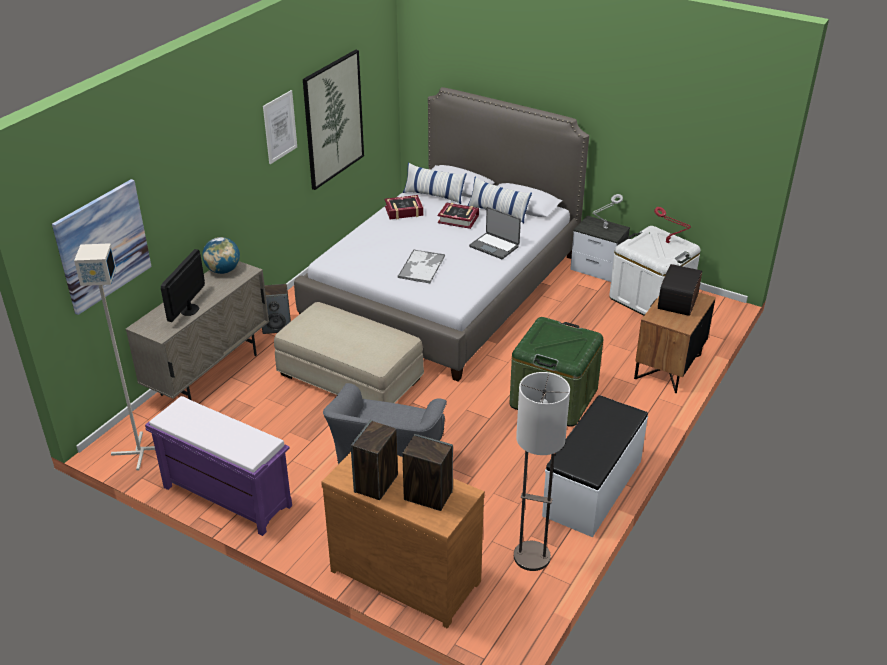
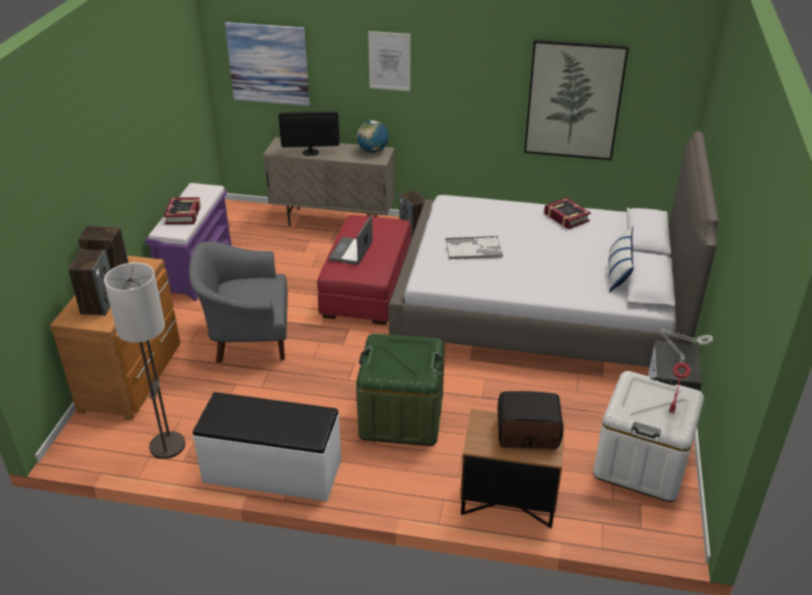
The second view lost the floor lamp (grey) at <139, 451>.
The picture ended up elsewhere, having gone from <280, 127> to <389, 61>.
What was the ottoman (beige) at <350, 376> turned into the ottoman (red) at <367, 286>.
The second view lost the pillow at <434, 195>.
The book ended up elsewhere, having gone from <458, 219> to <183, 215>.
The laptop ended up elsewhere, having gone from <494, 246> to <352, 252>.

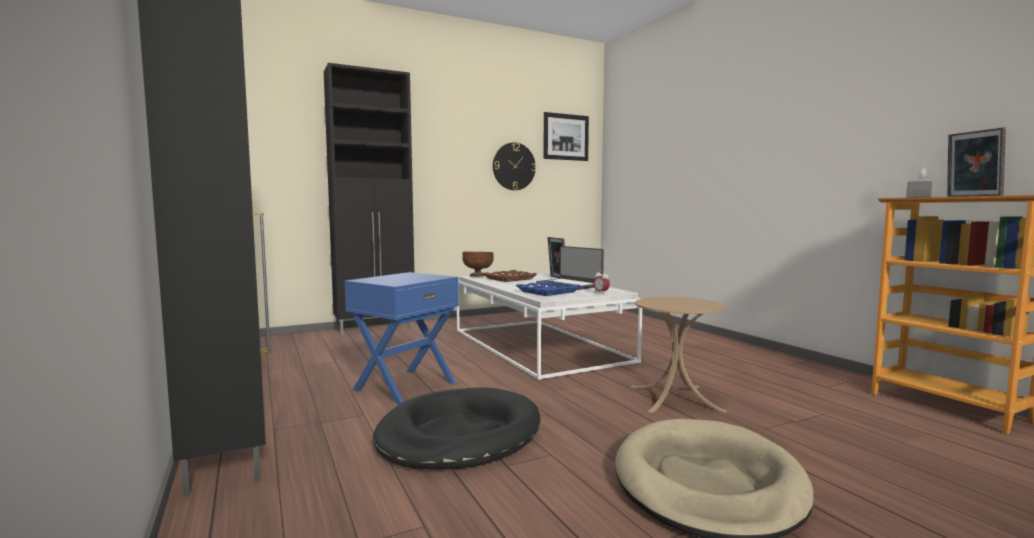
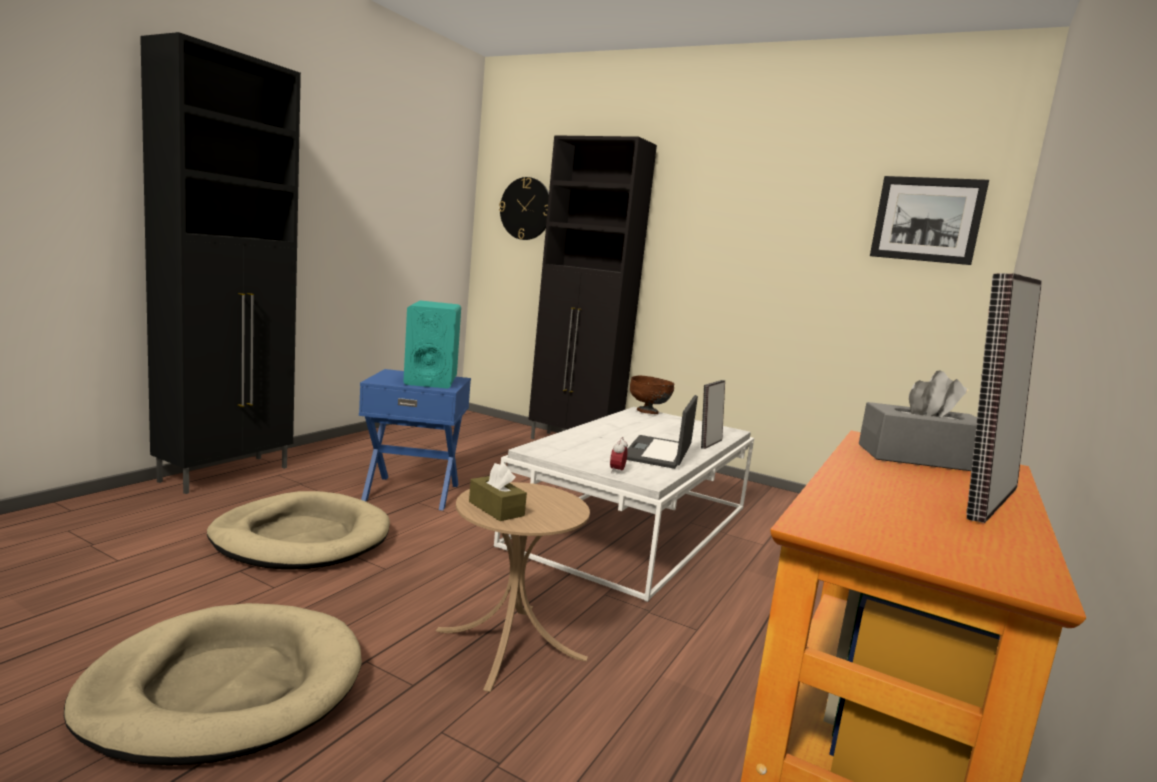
What was the dog bed (black) at <459, 435> turned into the dog bed (beige) at <302, 538>.
The second view lost the tray (brown) at <510, 279>.
The wall clock ended up elsewhere, having gone from <514, 166> to <526, 208>.
The second view lost the tray (blue) at <548, 292>.
The second view gained the speaker (turquoise) at <431, 380>.
The second view gained the tissue box (brown) at <496, 509>.

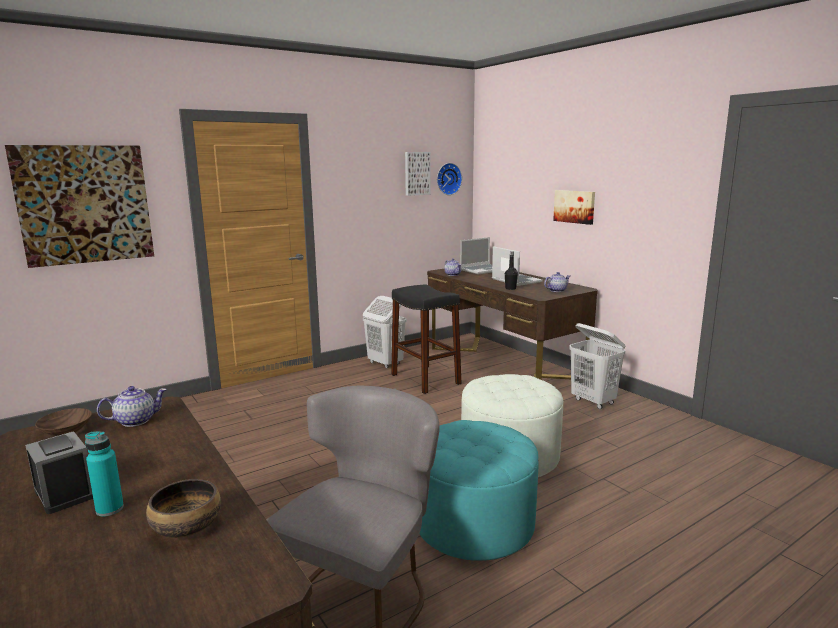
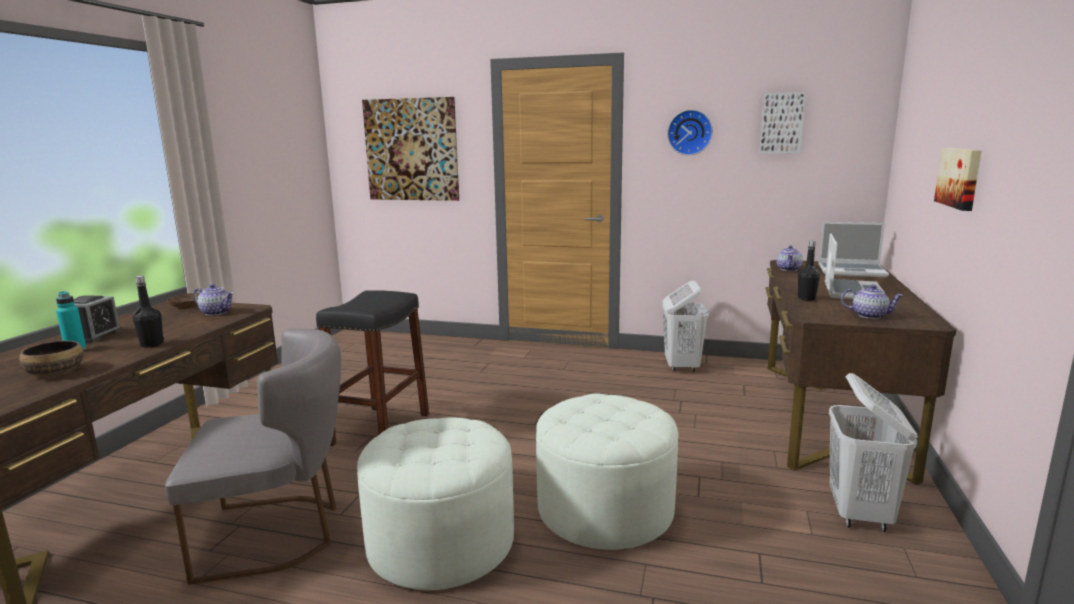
The stool (black) ended up elsewhere, having gone from <425, 379> to <380, 429>.
What was the ottoman (turquoise) at <474, 523> turned into the ottoman (white) at <441, 543>.
The wall clock ended up elsewhere, having gone from <448, 179> to <689, 132>.
The second view gained the bottle (black) at <152, 344>.

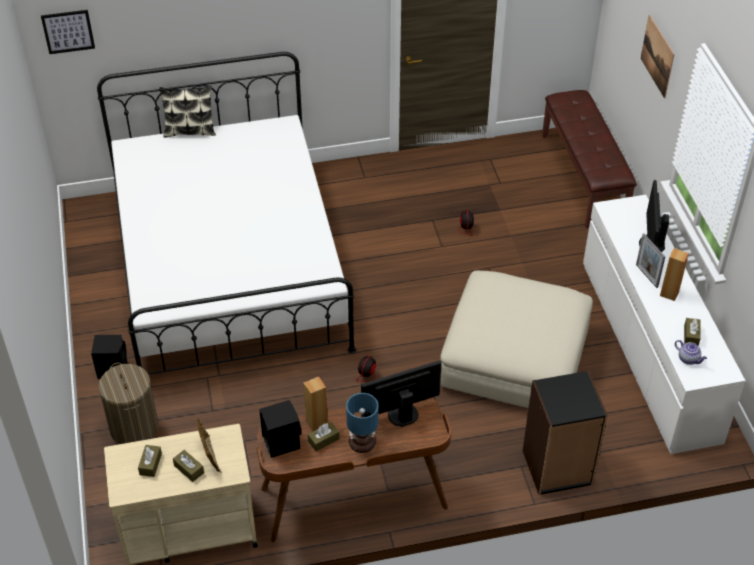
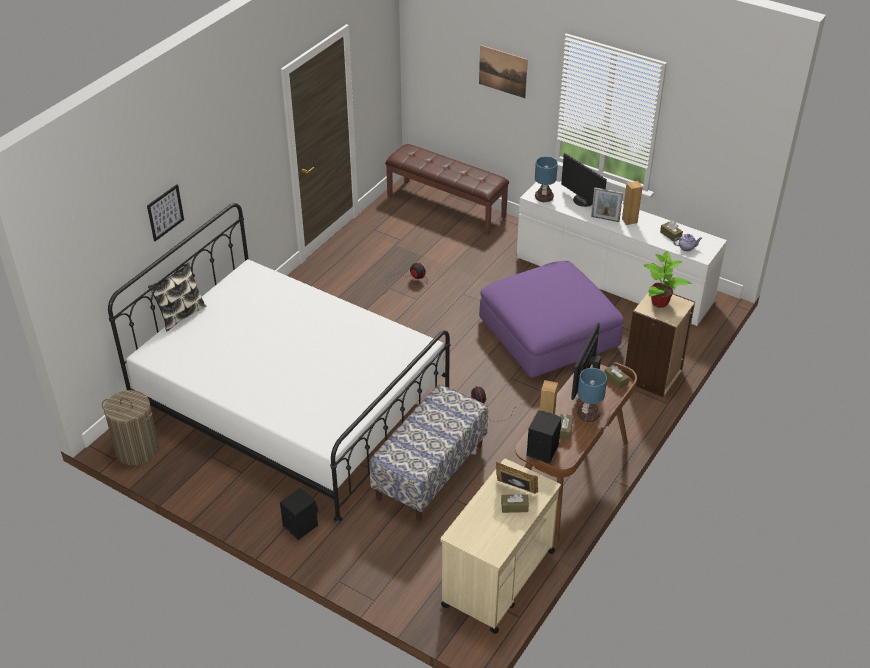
The picture ended up elsewhere, having gone from <68, 31> to <165, 212>.
The laundry basket ended up elsewhere, having gone from <134, 427> to <137, 450>.
The tissue box (brown) ended up elsewhere, having gone from <150, 464> to <616, 380>.
What was the ottoman (beige) at <514, 358> turned into the ottoman (purple) at <549, 334>.
What was the bookcase (black) at <557, 468> turned into the bookcase (beige) at <653, 376>.
The second view gained the bench at <430, 471>.
The second view gained the table lamp at <544, 198>.
The second view gained the potted plant at <660, 302>.

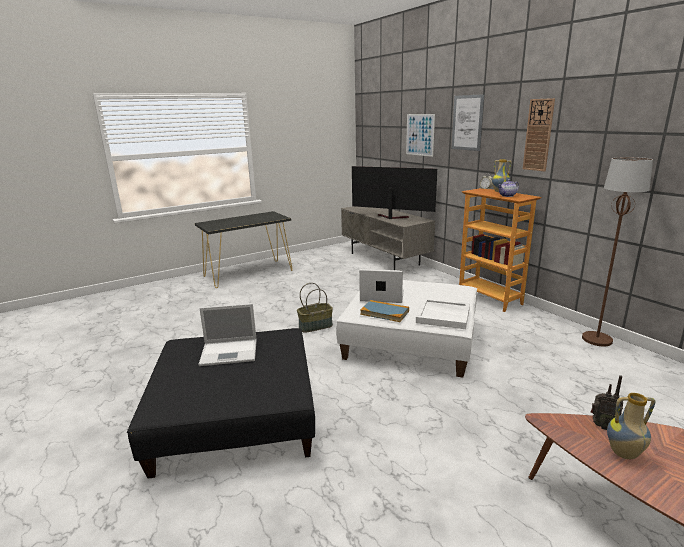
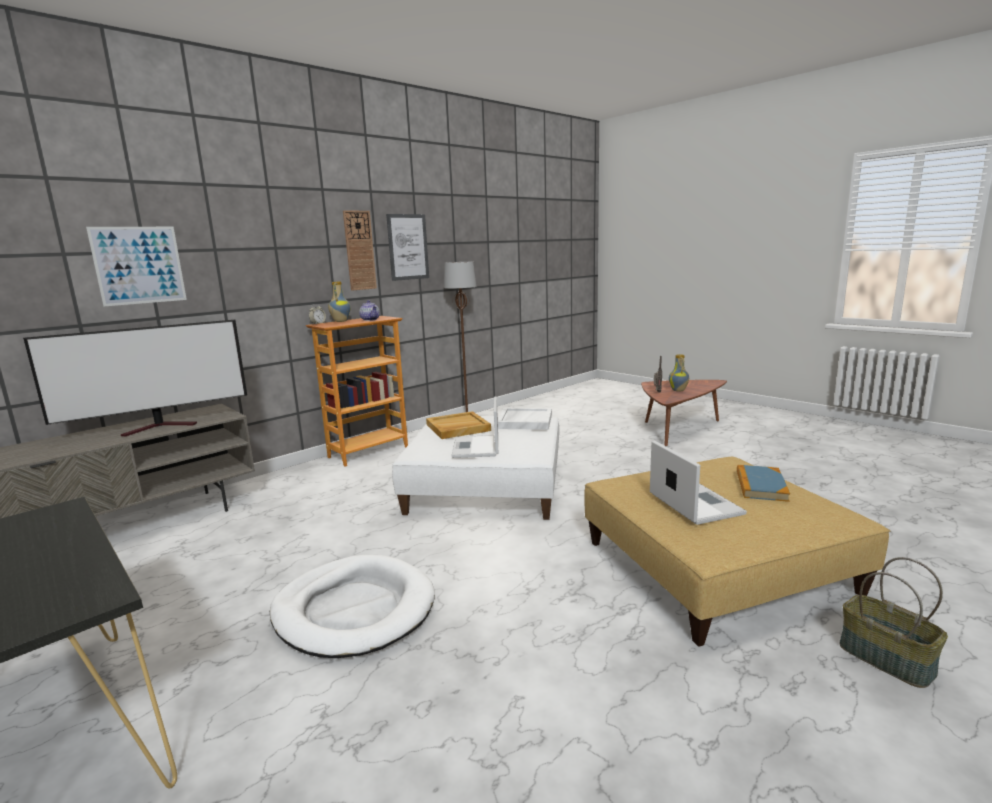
What was the ottoman (black) at <236, 415> turned into the ottoman (beige) at <715, 567>.
The basket ended up elsewhere, having gone from <315, 326> to <884, 659>.
The television at <390, 217> ended up facing another way, 135 degrees counterclockwise from before.
The book ended up elsewhere, having gone from <384, 313> to <761, 486>.
The picture ended up elsewhere, having gone from <467, 123> to <408, 247>.
The second view gained the dog bed (white) at <354, 610>.
The second view gained the tray (beige) at <457, 428>.

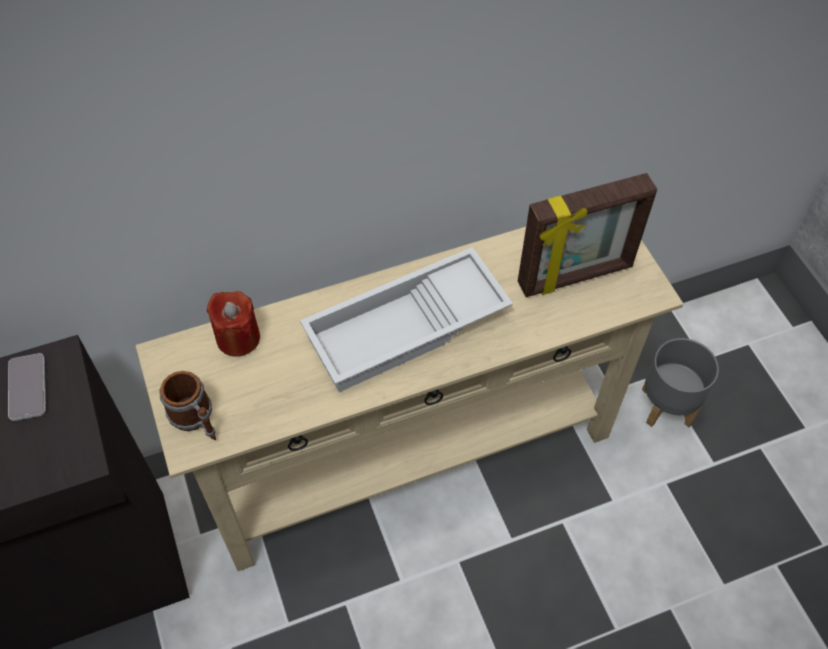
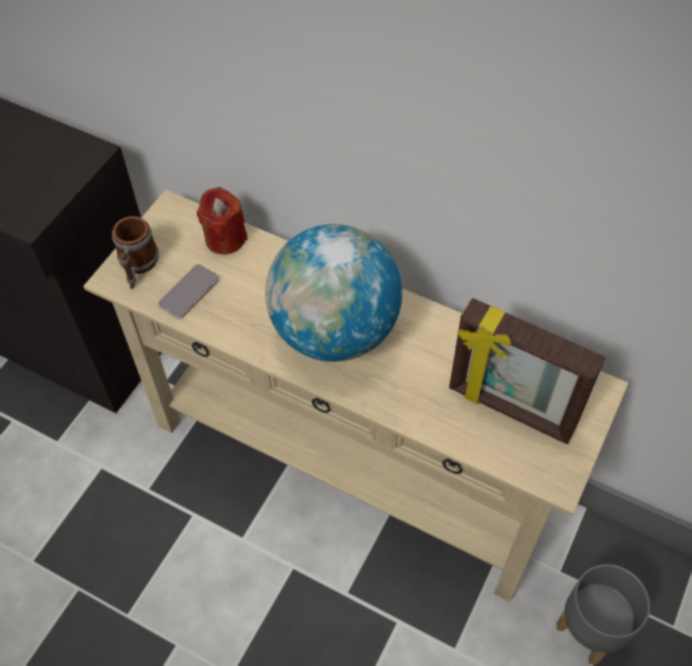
The phone ended up elsewhere, having gone from <27, 387> to <189, 292>.
Where the tray (white) stood at <406, 330>, the globe came to stand at <335, 331>.

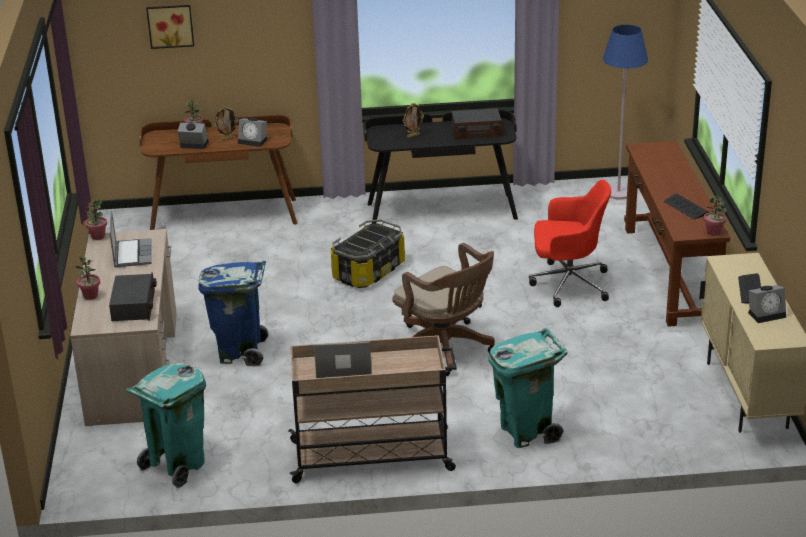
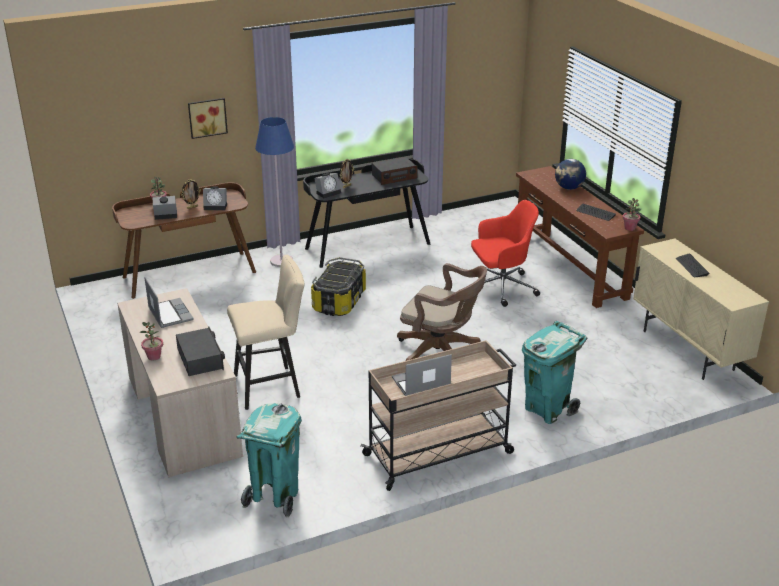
The second view lost the potted plant at <98, 236>.
The picture ended up elsewhere, having gone from <170, 25> to <207, 117>.
Where the trash can (blue) stood at <240, 352>, the stool (beige) came to stand at <272, 386>.
The floor lamp (blue) ended up elsewhere, having gone from <618, 193> to <281, 261>.
The alarm clock ended up elsewhere, having gone from <767, 314> to <328, 192>.
The second view gained the globe at <569, 188>.

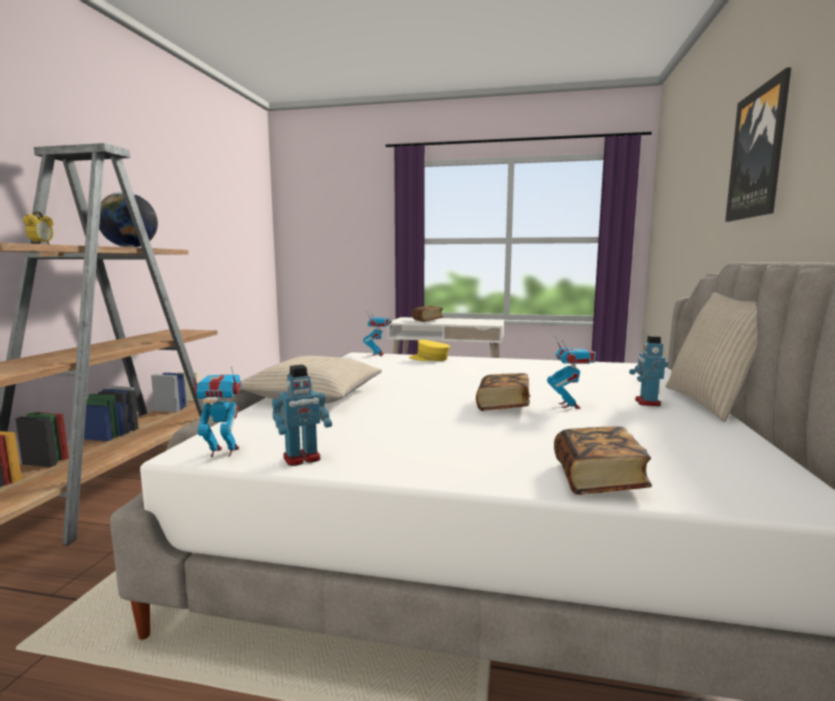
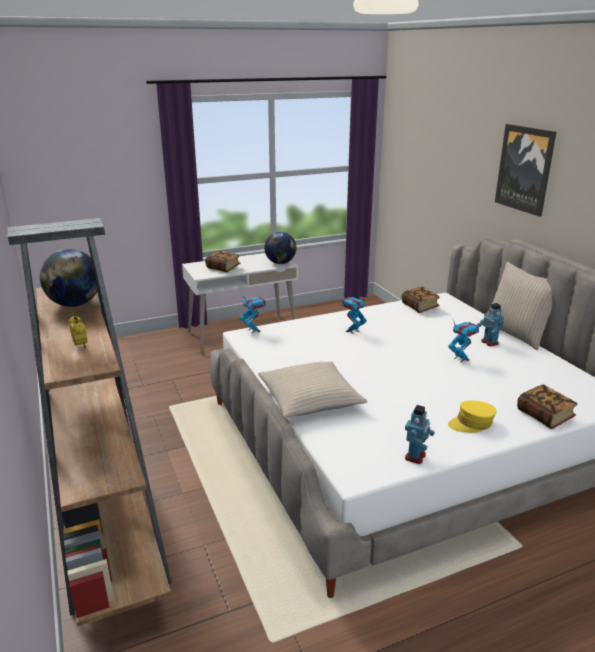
The toy robot ended up elsewhere, having gone from <223, 452> to <352, 331>.
The cap (yellow) ended up elsewhere, having gone from <429, 359> to <471, 423>.
The book ended up elsewhere, having gone from <503, 406> to <420, 307>.
The second view gained the globe at <280, 263>.

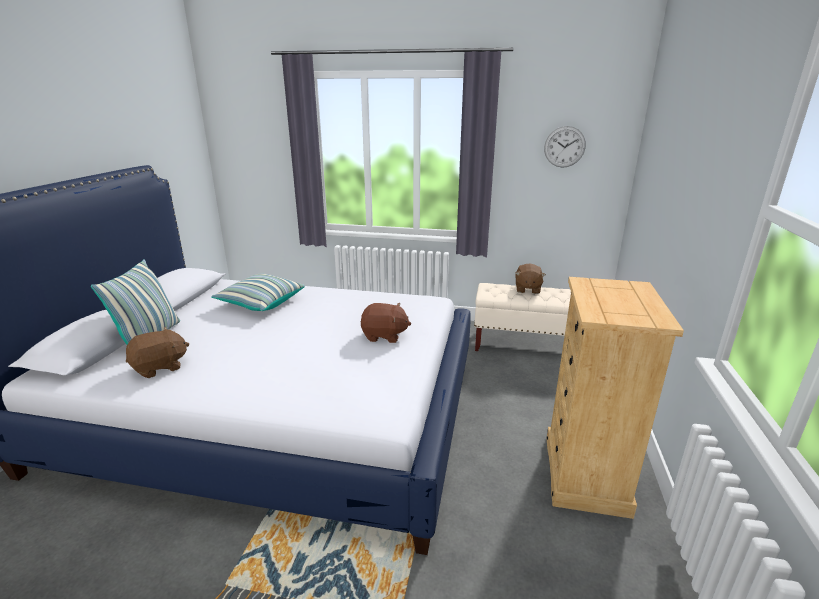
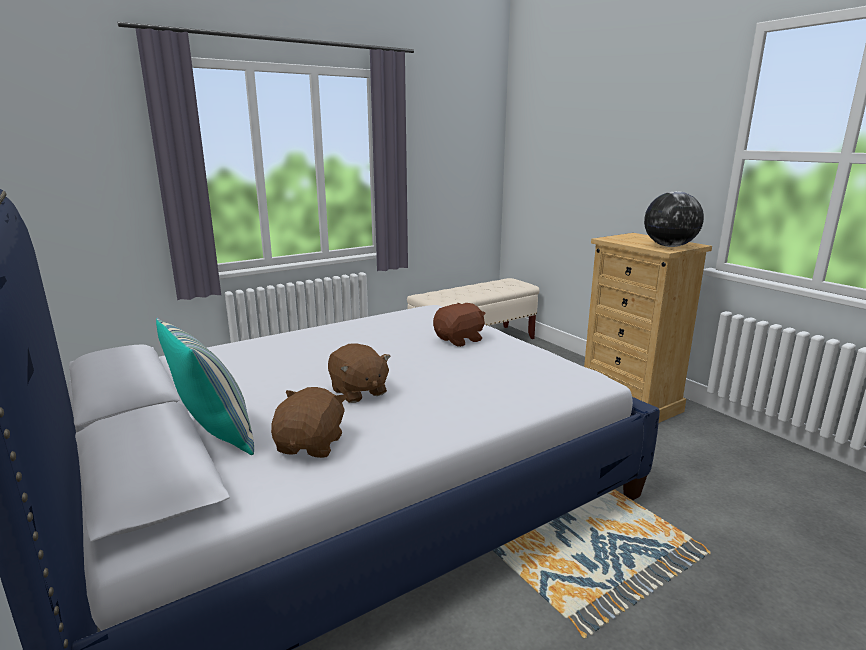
The second view lost the pillow at <260, 303>.
The plush toy (brown) ended up elsewhere, having gone from <527, 289> to <358, 392>.
The second view lost the wall clock at <564, 147>.
The second view gained the globe at <669, 246>.

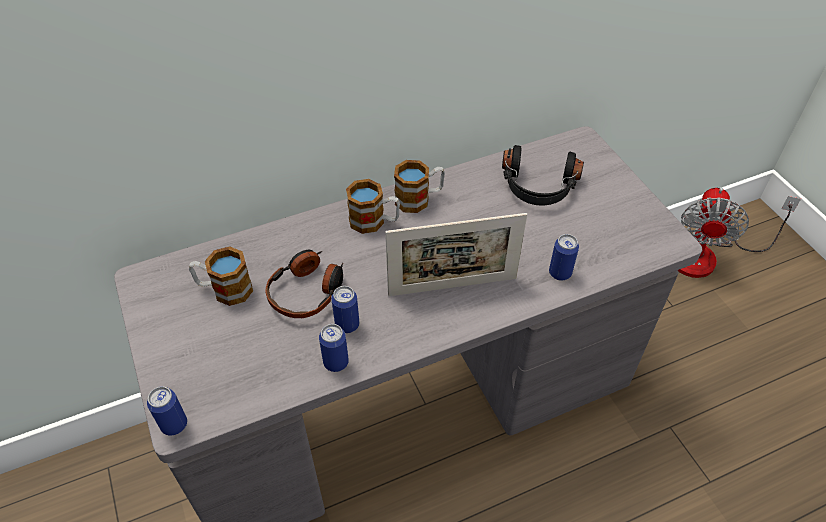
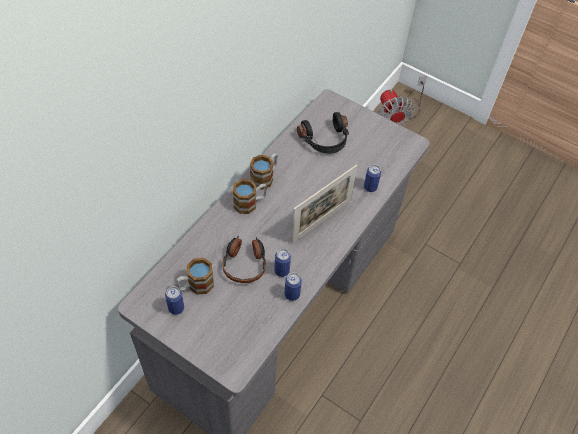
The can ended up elsewhere, having gone from <174, 424> to <176, 308>.

